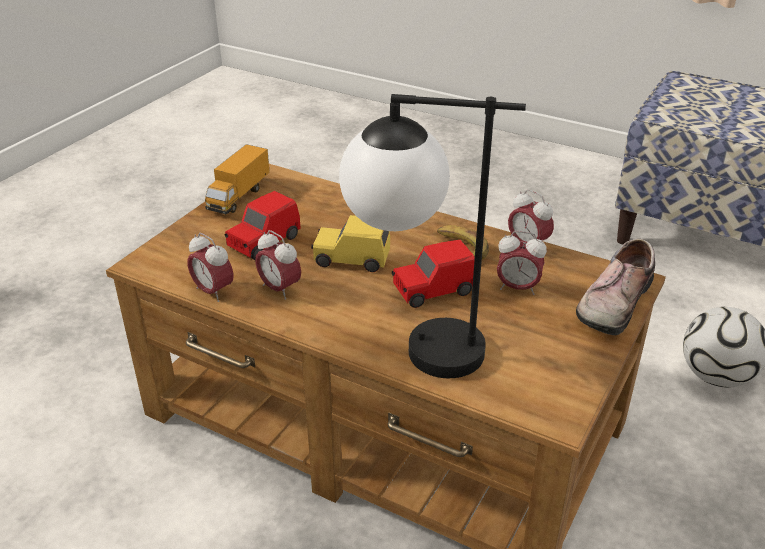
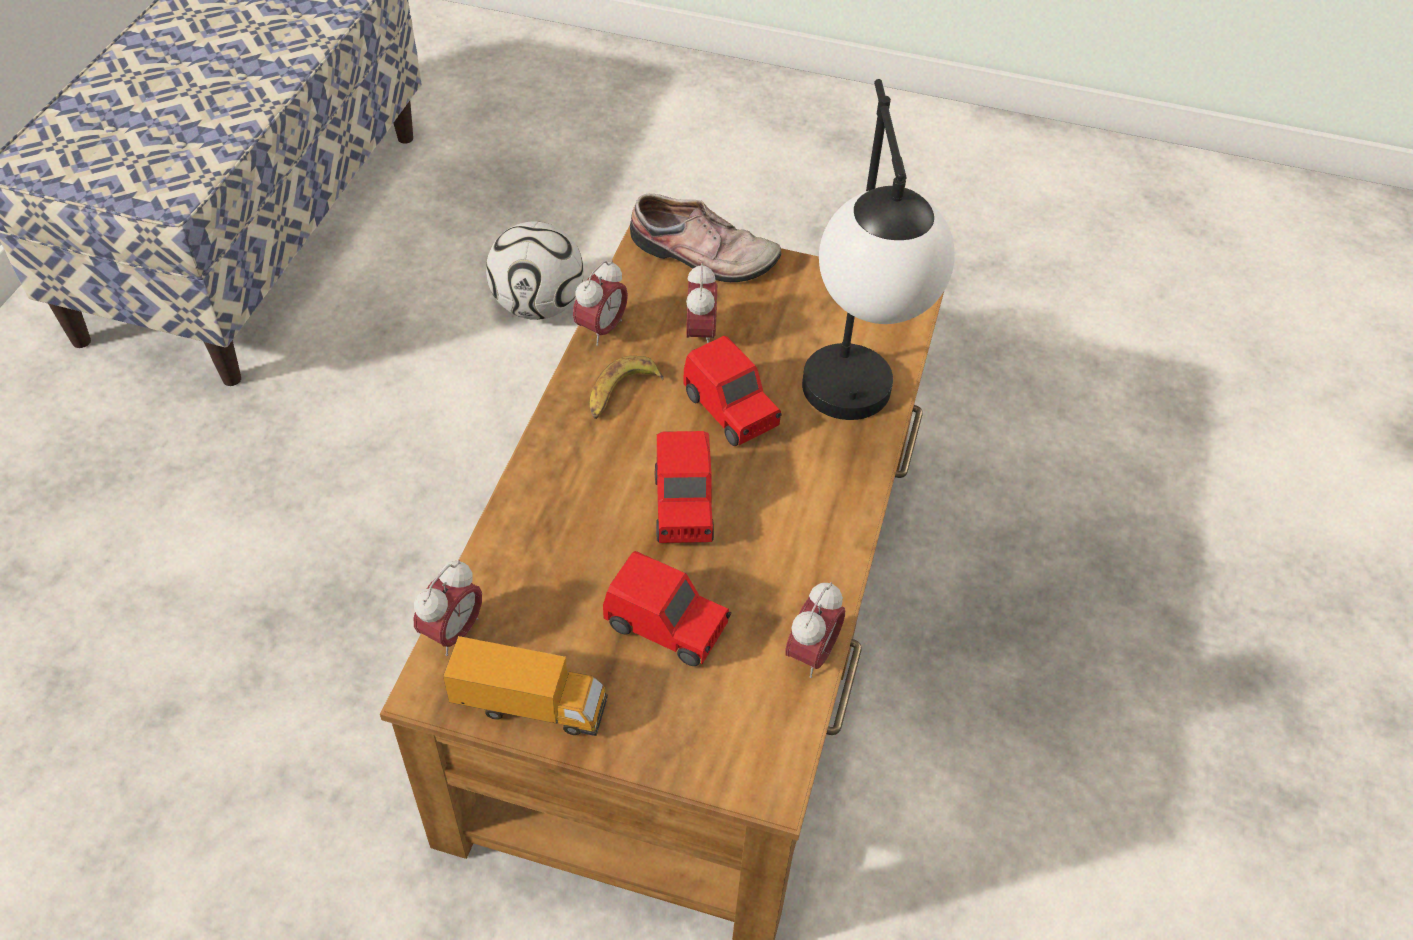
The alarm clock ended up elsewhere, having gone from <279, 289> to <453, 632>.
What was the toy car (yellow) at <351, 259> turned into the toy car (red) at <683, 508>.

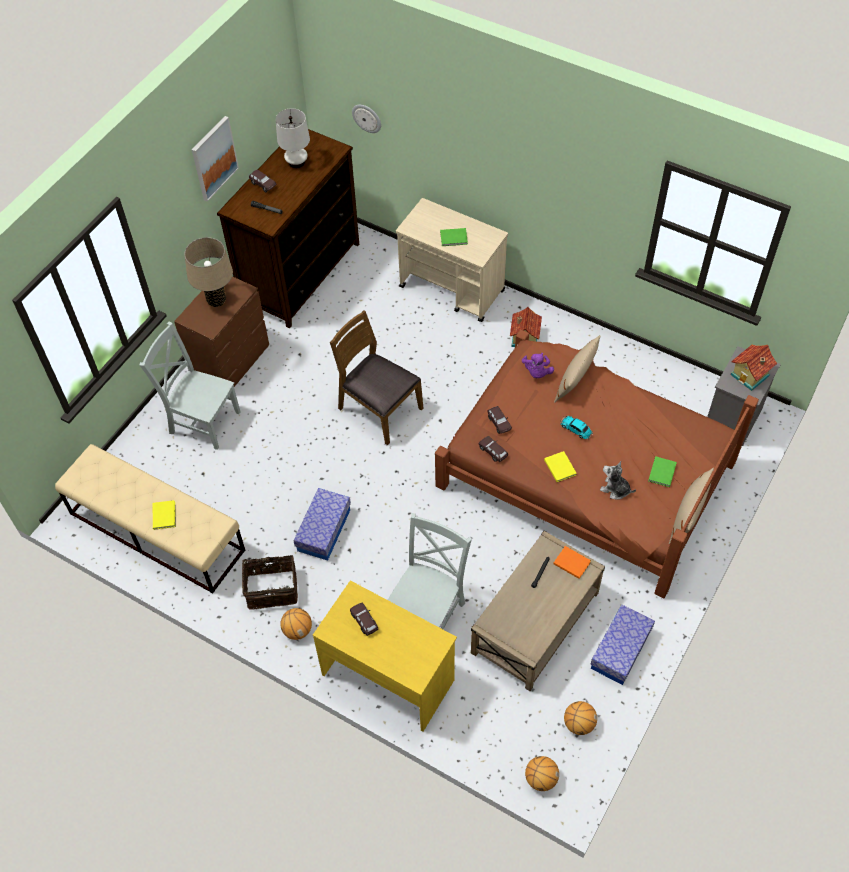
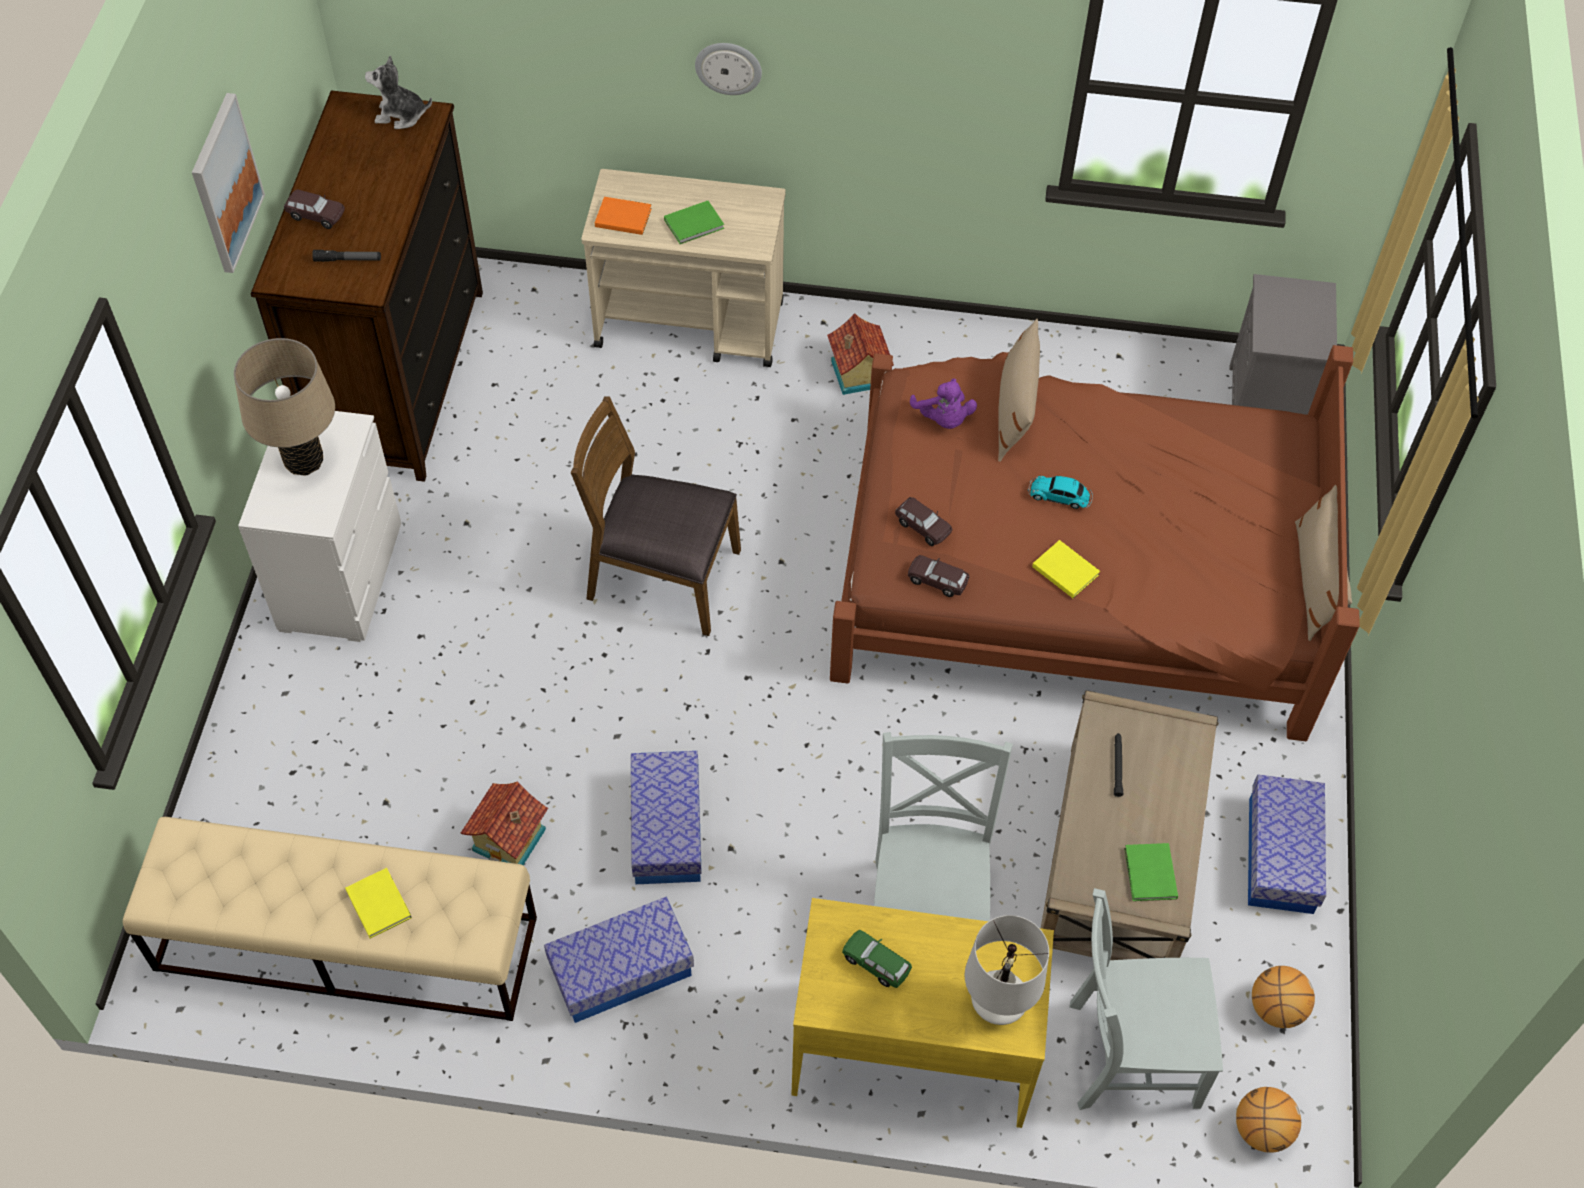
The chair (grey) ended up elsewhere, having gone from <202, 421> to <1126, 1053>.
What was the dresser (brown) at <231, 361> turned into the dresser (white) at <341, 576>.
Where the basket stood at <272, 588>, the storage box came to stand at <621, 970>.
The table lamp (white) ended up elsewhere, having gone from <296, 162> to <997, 1005>.
The second view lost the basketball at <297, 630>.
What was the toy car (brown) at <364, 621> turned into the toy car (green) at <876, 963>.
The wall clock ended up elsewhere, having gone from <367, 118> to <728, 67>.
The book (orange) ended up elsewhere, having gone from <571, 562> to <622, 217>.
The plush toy ended up elsewhere, having gone from <615, 489> to <401, 115>.
The book (green) ended up elsewhere, having gone from <661, 473> to <1149, 875>.
The toy house ended up elsewhere, having gone from <750, 376> to <511, 840>.

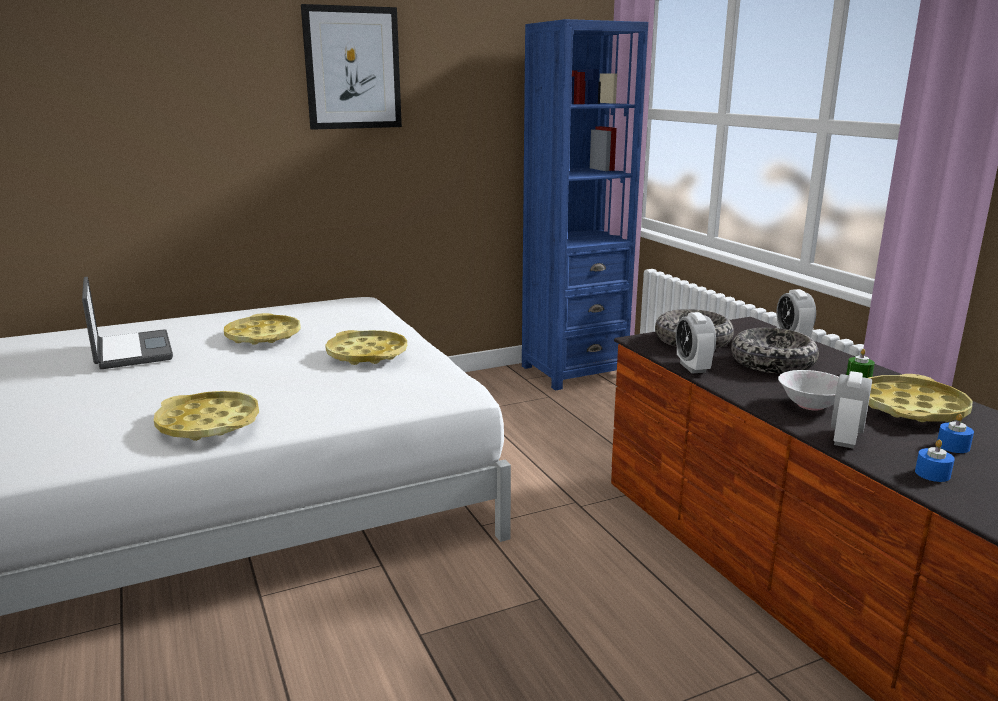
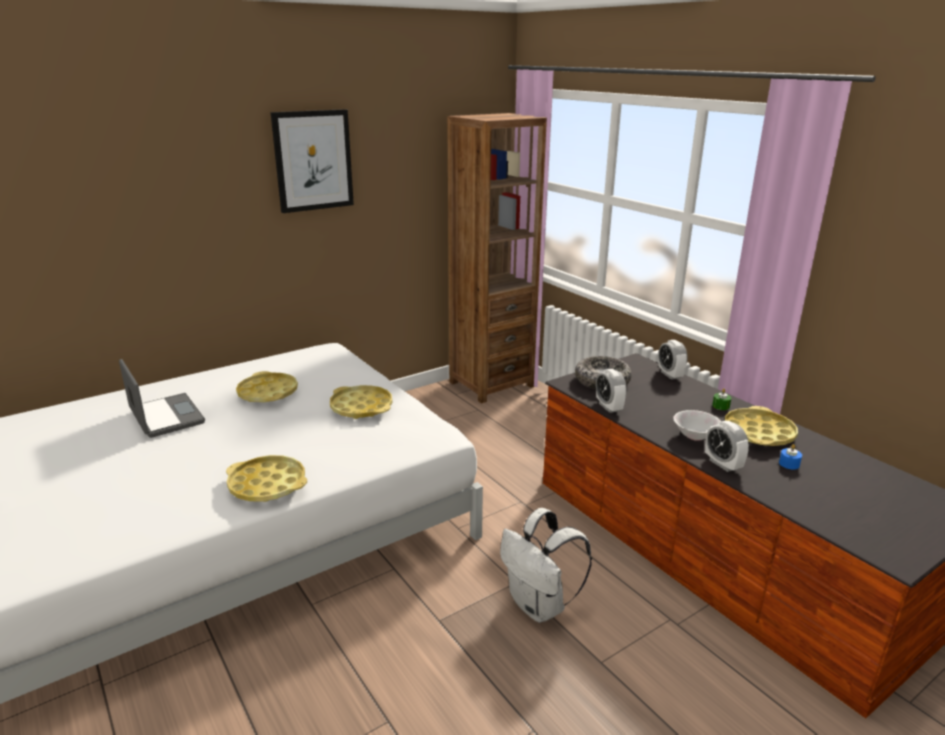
What was the bookcase (blue) at <575, 371> turned into the bookcase (brown) at <492, 384>.
The second view lost the bowl at <772, 363>.
The alarm clock at <845, 439> ended up facing another way, 45 degrees counterclockwise from before.
The second view lost the candle (blue) at <932, 474>.
The second view gained the backpack (white) at <540, 606>.

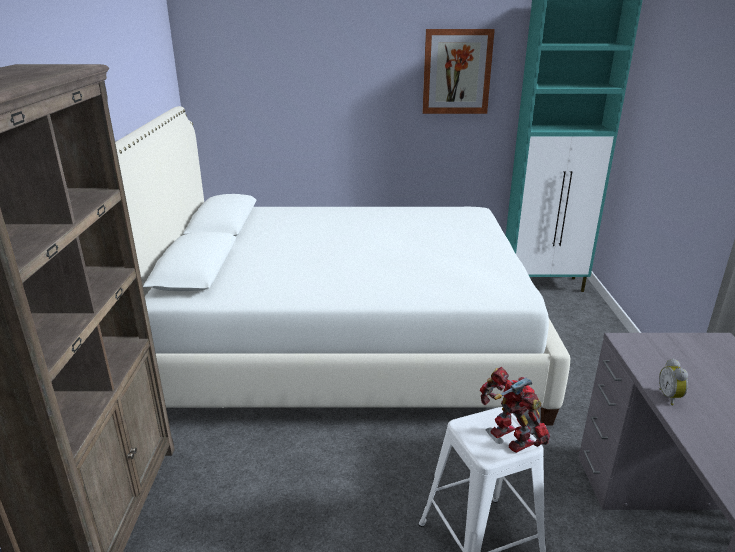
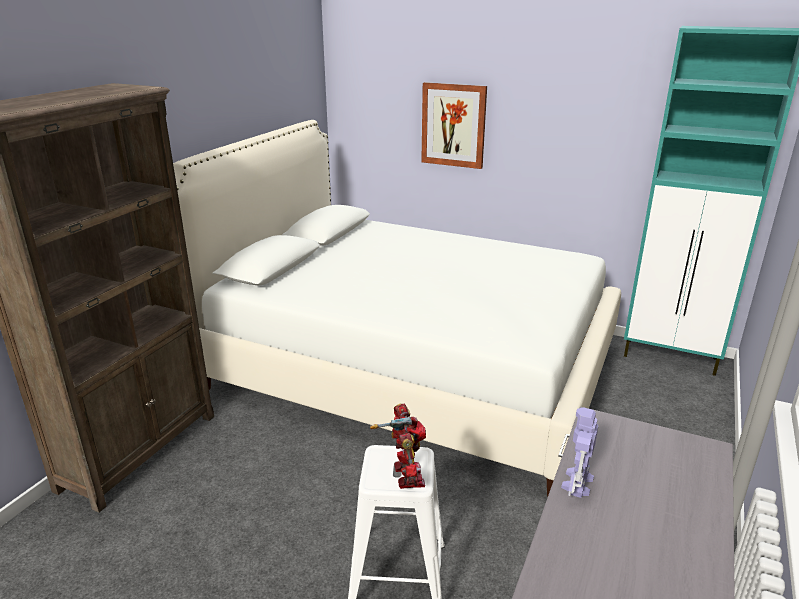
The picture ended up elsewhere, having gone from <457, 72> to <453, 125>.
Where the alarm clock stood at <670, 397>, the toy robot came to stand at <577, 483>.

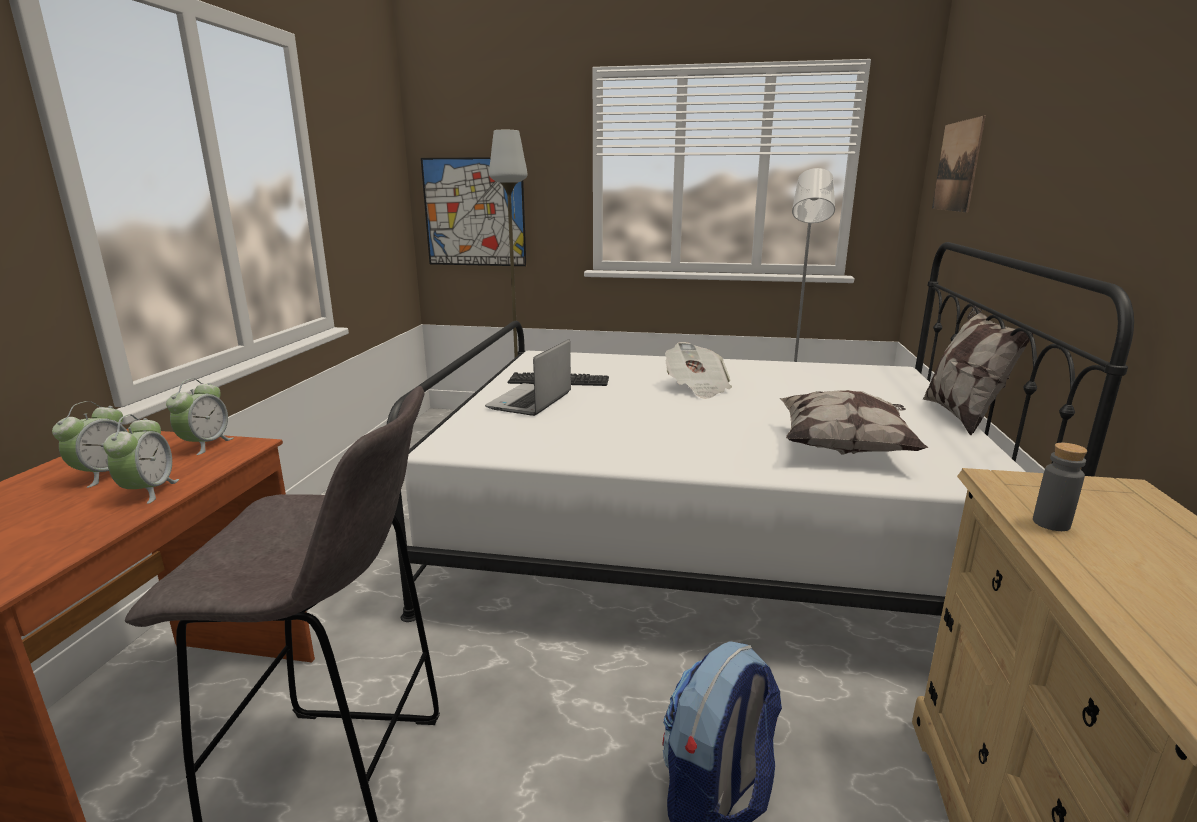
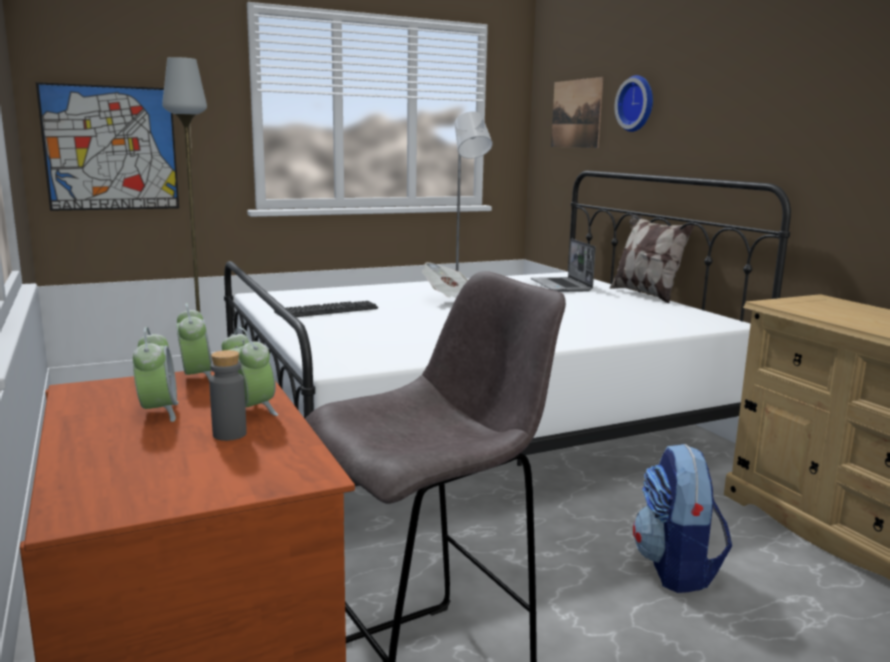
The laptop ended up elsewhere, having gone from <530, 401> to <562, 286>.
The second view lost the pillow at <844, 448>.
The bottle (grey) ended up elsewhere, having gone from <1051, 523> to <229, 434>.
The second view gained the wall clock at <637, 104>.

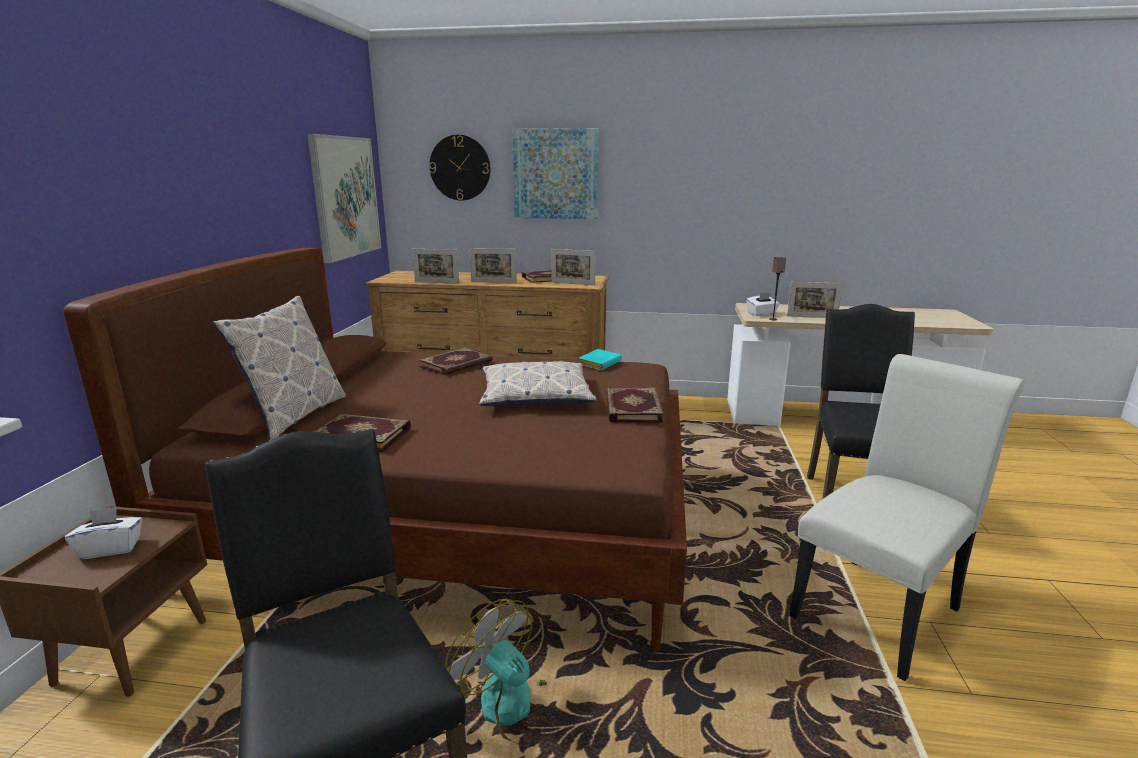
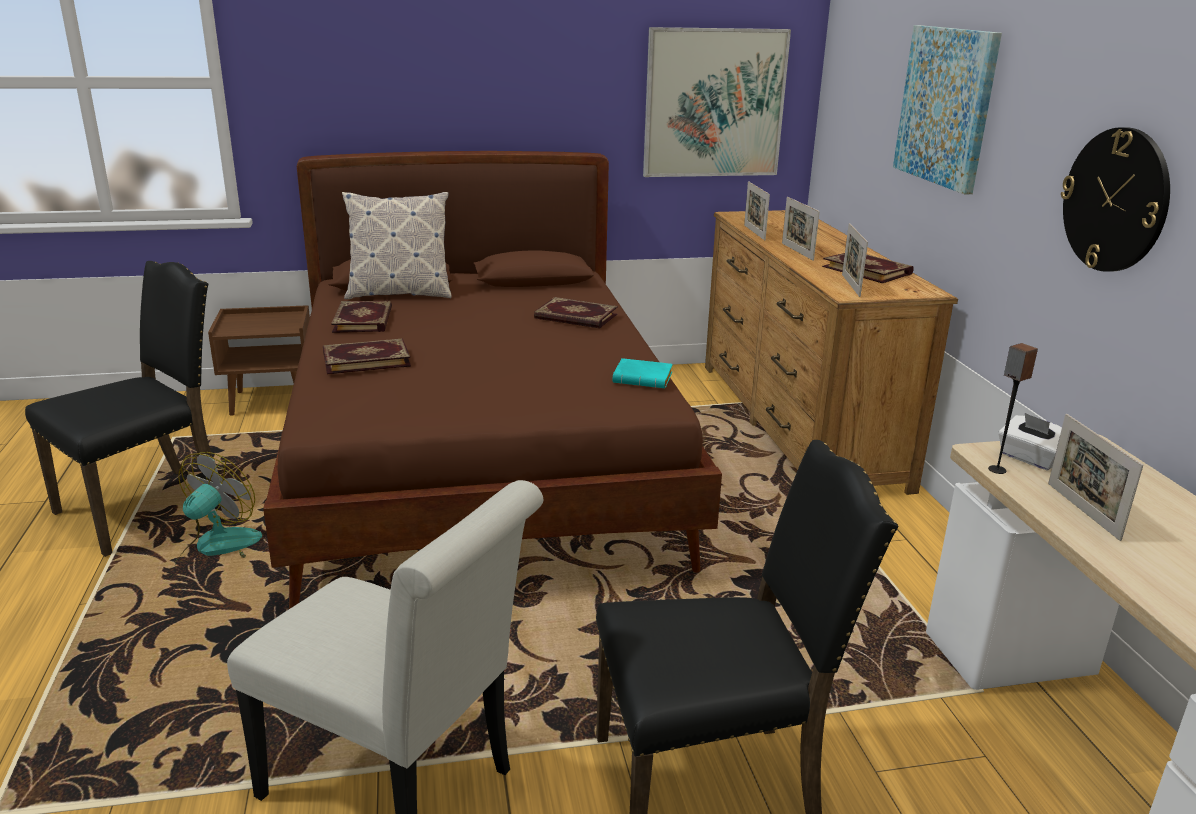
The second view lost the tissue box (white) at <111, 548>.
The wall clock ended up elsewhere, having gone from <460, 168> to <1115, 200>.
The second view lost the pillow at <535, 396>.
The book ended up elsewhere, having gone from <631, 408> to <366, 359>.

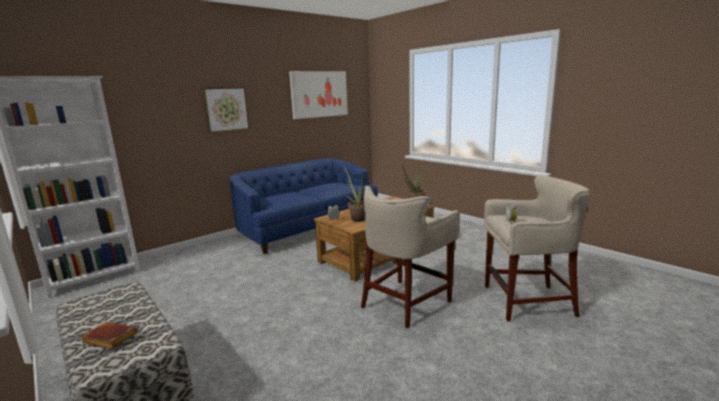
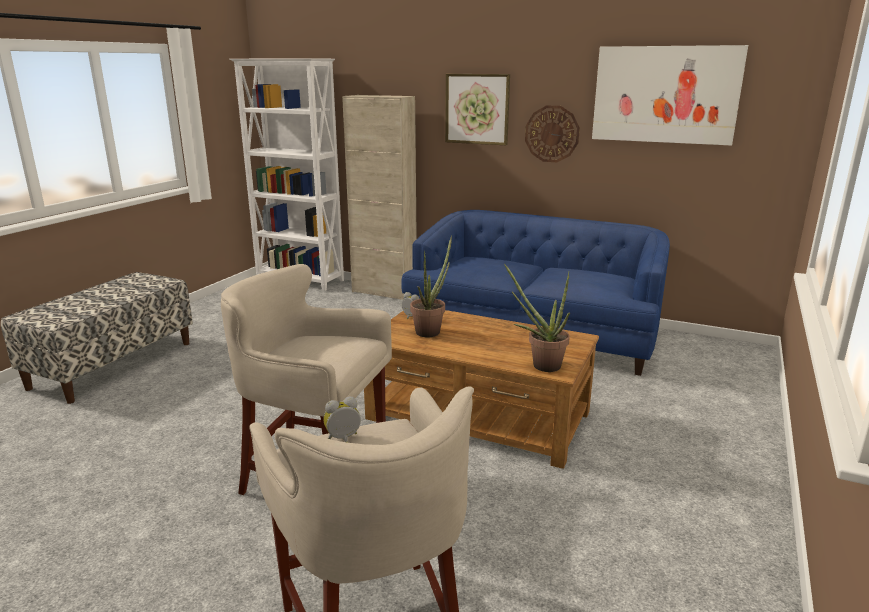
The second view lost the book (brown) at <108, 339>.
The second view gained the cabinet (beige) at <384, 292>.
The second view gained the wall clock at <552, 134>.

